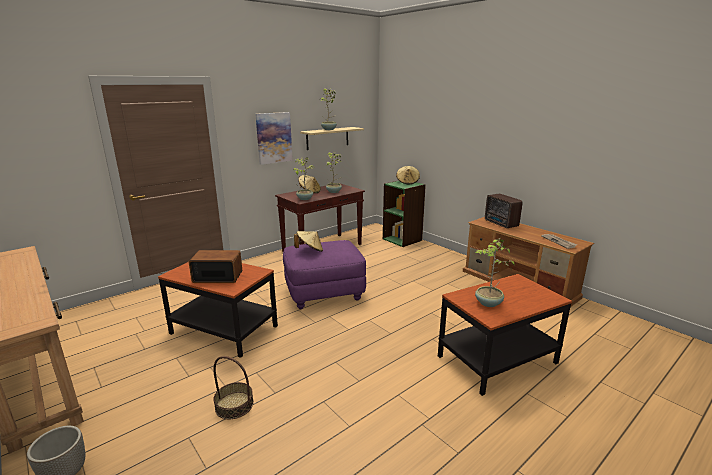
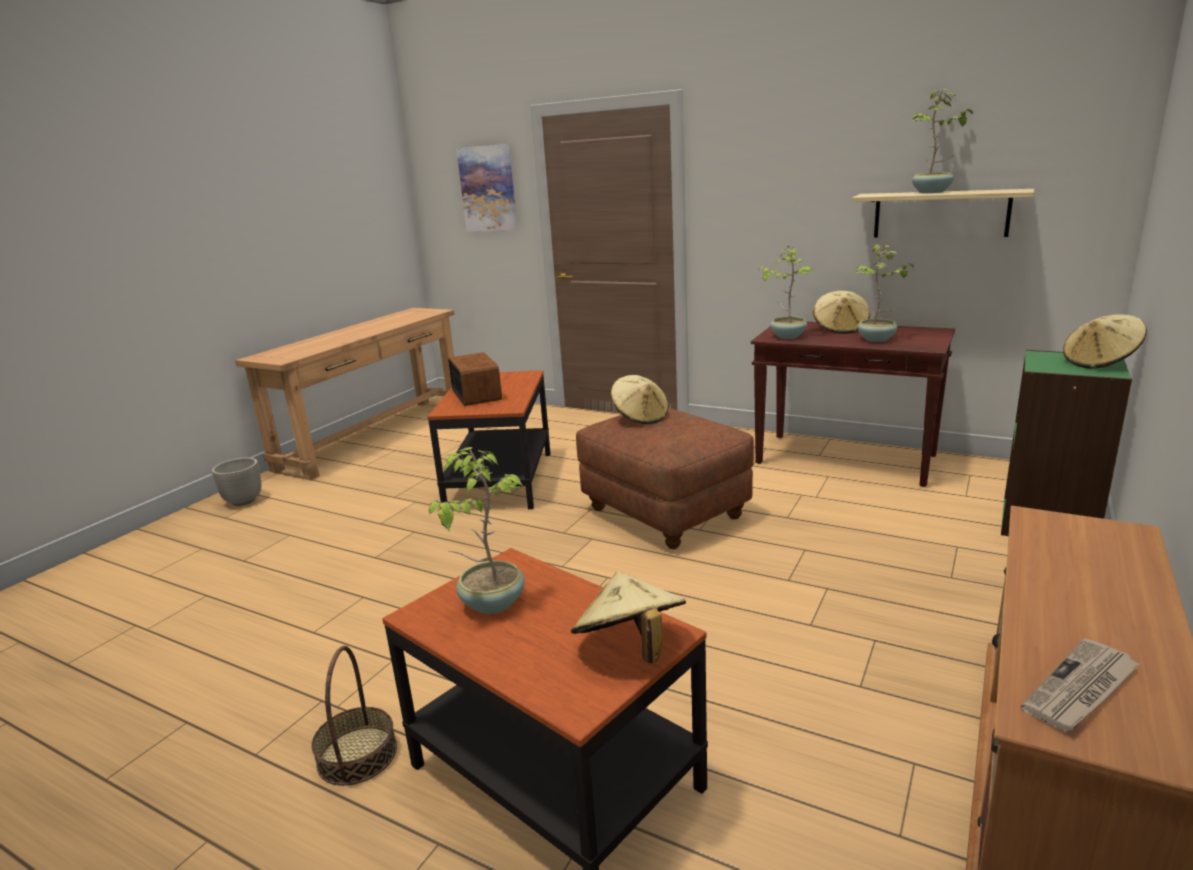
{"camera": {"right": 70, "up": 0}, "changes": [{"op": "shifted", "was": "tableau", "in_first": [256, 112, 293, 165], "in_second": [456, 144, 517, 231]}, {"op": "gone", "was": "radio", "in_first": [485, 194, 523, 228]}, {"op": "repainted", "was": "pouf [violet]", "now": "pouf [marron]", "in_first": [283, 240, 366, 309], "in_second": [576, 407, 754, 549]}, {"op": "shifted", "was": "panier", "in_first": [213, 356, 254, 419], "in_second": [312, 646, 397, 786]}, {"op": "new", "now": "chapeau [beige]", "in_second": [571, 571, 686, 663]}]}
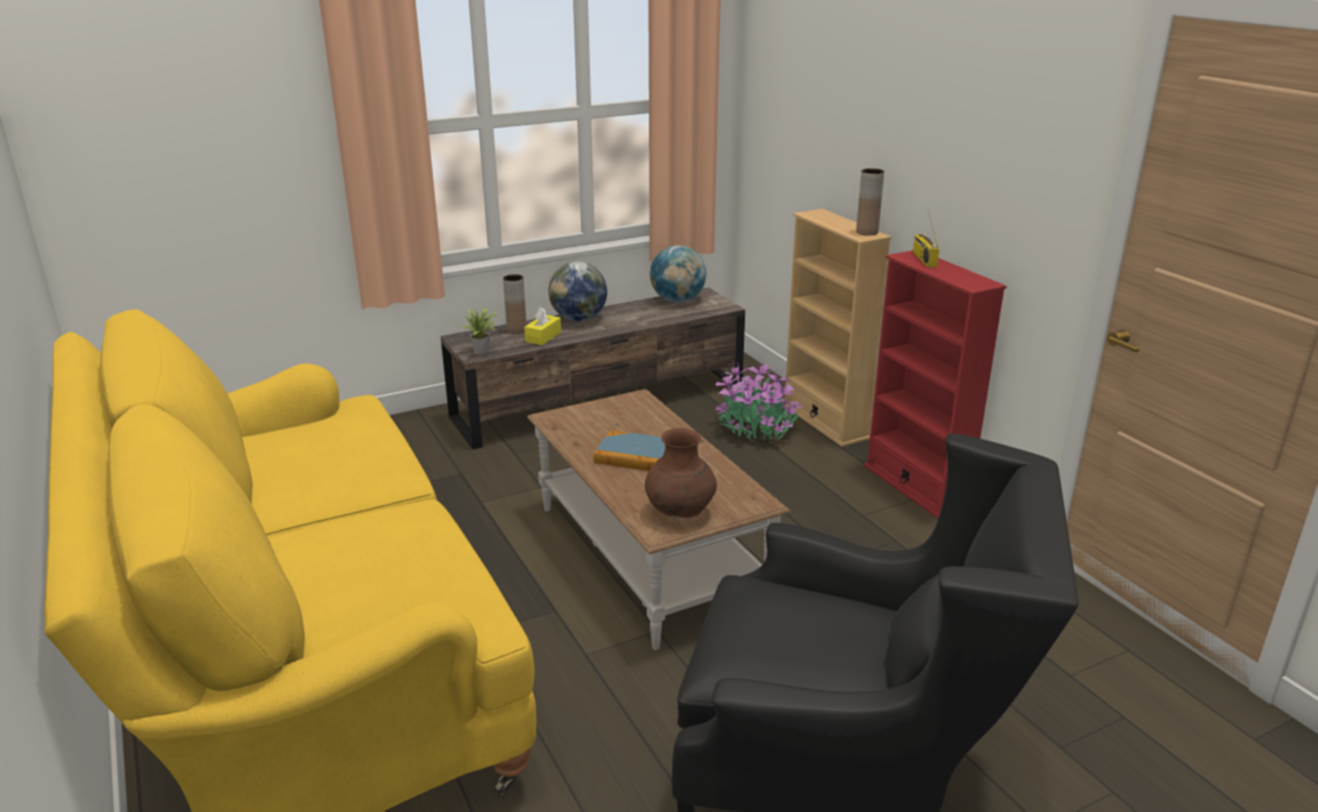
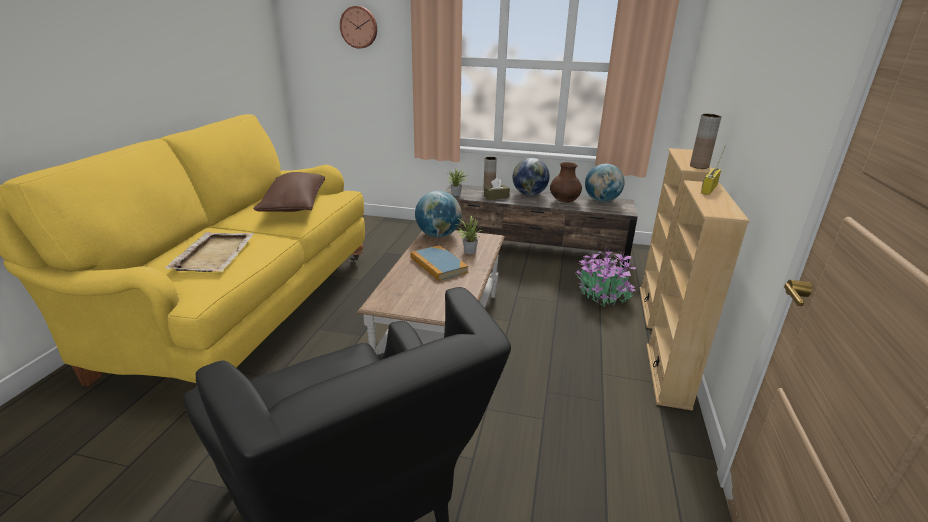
{"camera": {"right": 40, "up": 0}, "changes": [{"op": "repainted", "was": "bibliothèque [rouge]", "now": "bibliothèque [beige]", "in_first": [864, 250, 1007, 518], "in_second": [646, 180, 749, 411]}, {"op": "repainted", "was": "boîte à mouchoirs [jaune]", "now": "boîte à mouchoirs [marron]", "in_first": [524, 307, 561, 345], "in_second": [484, 178, 510, 200]}, {"op": "shifted", "was": "vase [marron]", "in_first": [645, 428, 717, 518], "in_second": [550, 162, 582, 203]}, {"op": "new", "now": "horloge murale", "in_second": [340, 6, 377, 48]}, {"op": "new", "now": "coussin [marron]", "in_second": [254, 172, 325, 212]}, {"op": "new", "now": "globe", "in_second": [415, 191, 462, 237]}, {"op": "new", "now": "plante en pot", "in_second": [455, 215, 484, 254]}, {"op": "new", "now": "plateau [beige]", "in_second": [165, 232, 254, 272]}]}
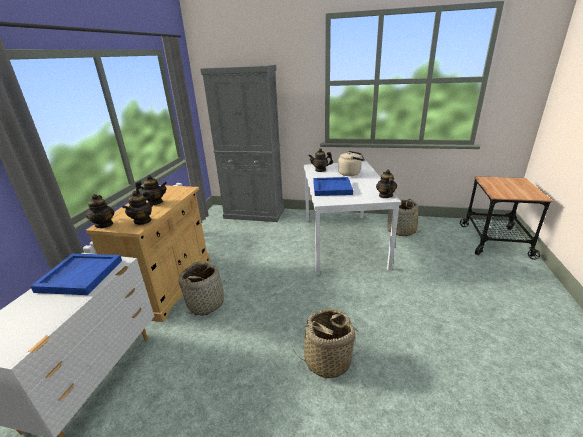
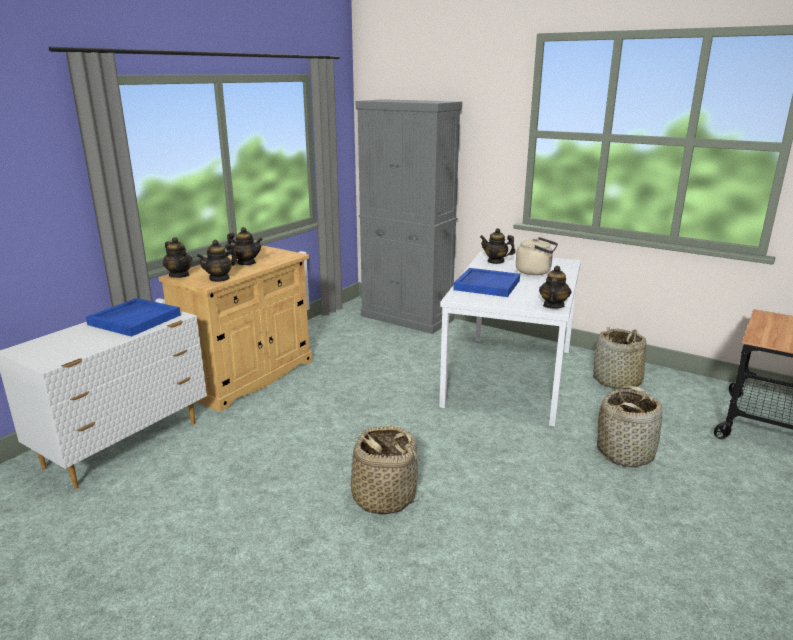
{"camera": {"right": 20, "up": -5}, "changes": [{"op": "rotated", "was": "théière", "in_first": [86, 194, 114, 228], "in_second": [163, 237, 192, 278], "clockwise": -45}, {"op": "shifted", "was": "panier", "in_first": [178, 261, 226, 316], "in_second": [597, 386, 662, 468]}]}
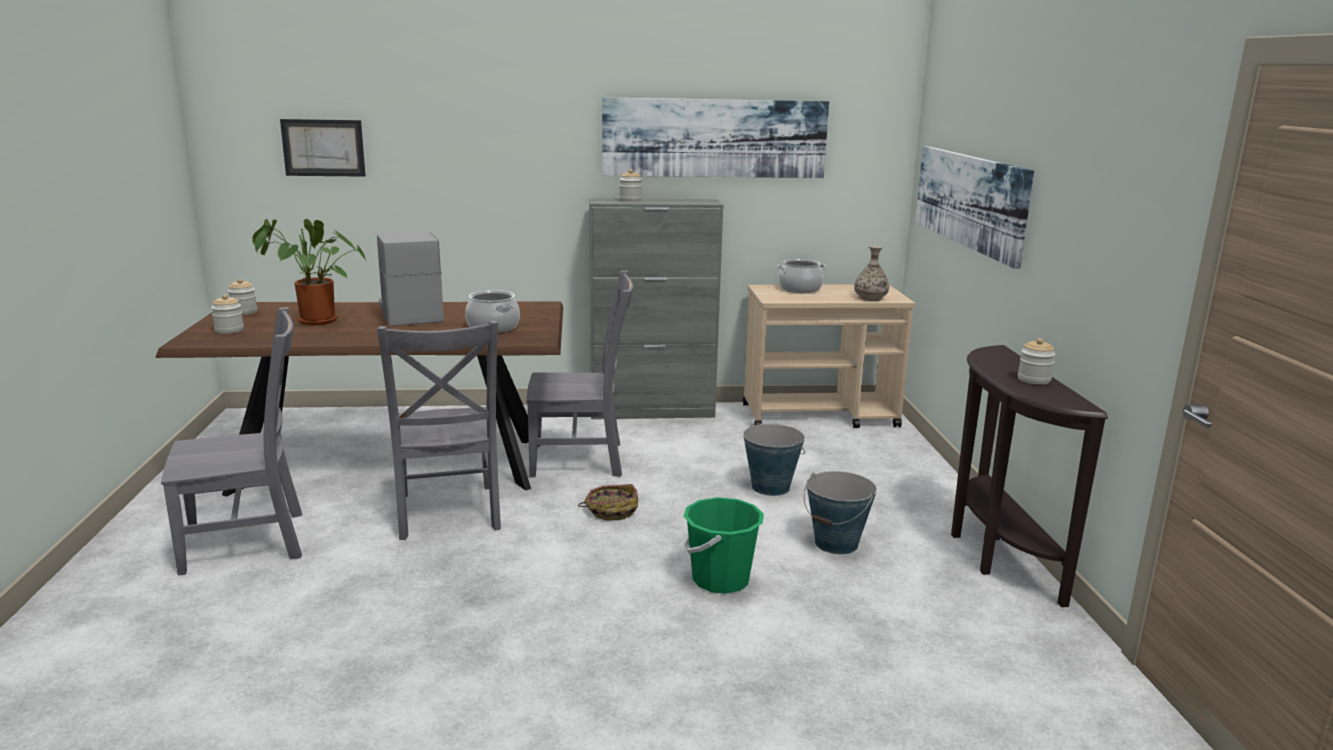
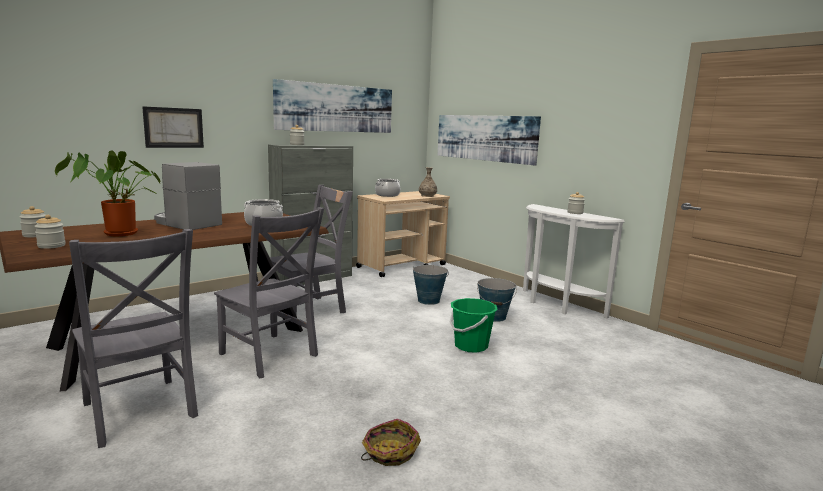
{"camera": {"right": -35, "up": -5}, "changes": [{"op": "shifted", "was": "tableau", "in_first": [280, 119, 365, 177], "in_second": [142, 106, 204, 148]}, {"op": "rotated", "was": "chaise [gris]", "in_first": [161, 307, 302, 576], "in_second": [69, 229, 198, 448], "clockwise": 105}, {"op": "repainted", "was": "table console [marron]", "now": "table console [blanc]", "in_first": [951, 345, 1108, 607], "in_second": [523, 204, 625, 318]}, {"op": "shifted", "was": "panier", "in_first": [578, 484, 638, 521], "in_second": [361, 419, 421, 466]}]}
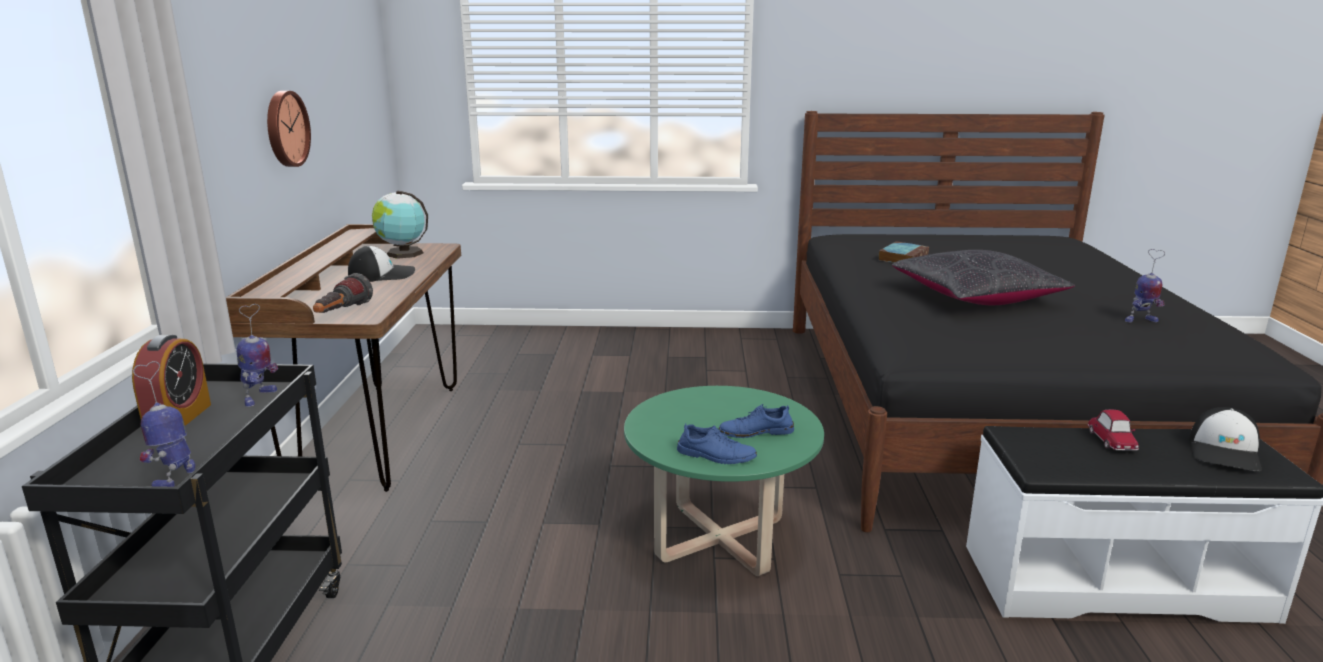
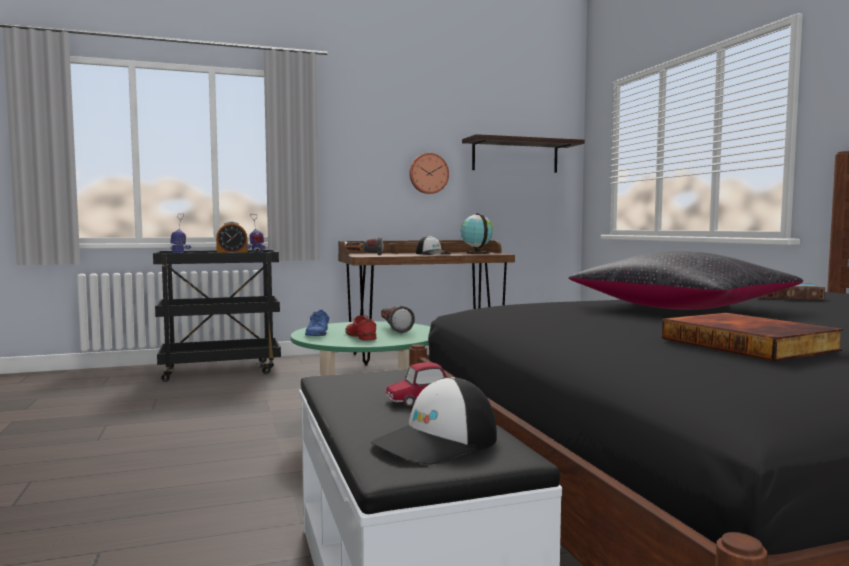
{"camera": {"right": 70, "up": -15}, "changes": [{"op": "swapped", "was": "robot jouet", "now": "livre", "in_first": [1125, 249, 1165, 322], "in_second": [662, 313, 843, 361]}, {"op": "repainted", "was": "chaussure [bleu]", "now": "chaussure [rouge]", "in_first": [719, 404, 794, 438], "in_second": [345, 315, 377, 341]}, {"op": "rotated", "was": "casquette", "in_first": [1189, 407, 1262, 471], "in_second": [371, 377, 497, 465], "clockwise": -45}, {"op": "new", "now": "étagère", "in_second": [462, 134, 585, 173]}, {"op": "new", "now": "lampe de poche", "in_second": [381, 306, 415, 333]}]}
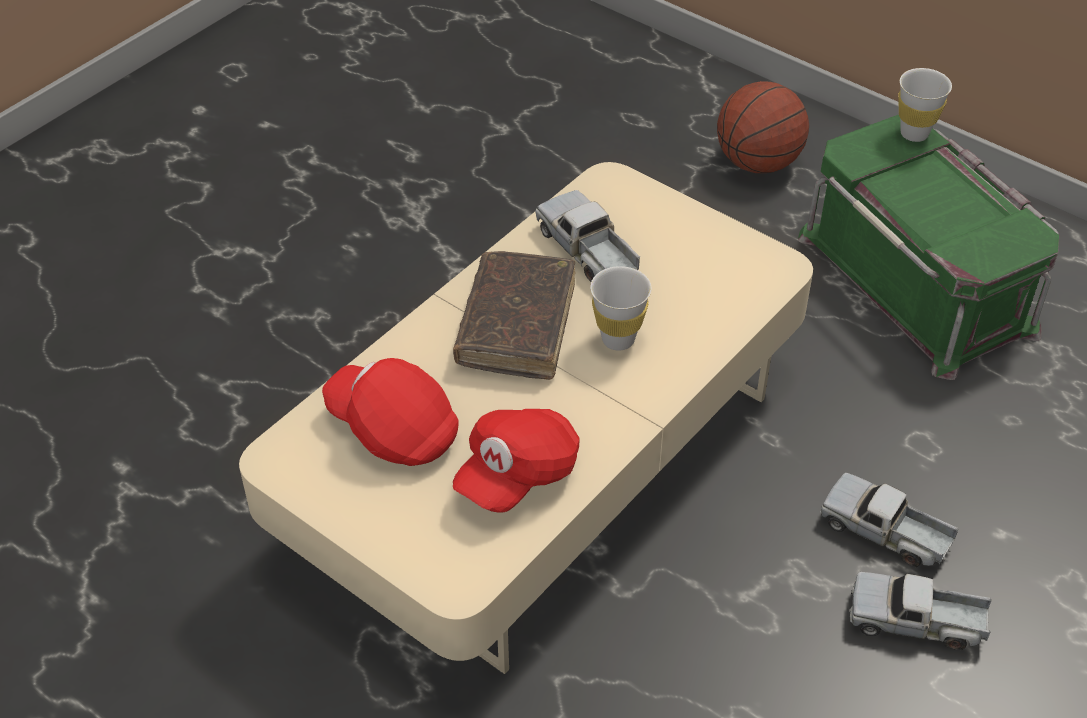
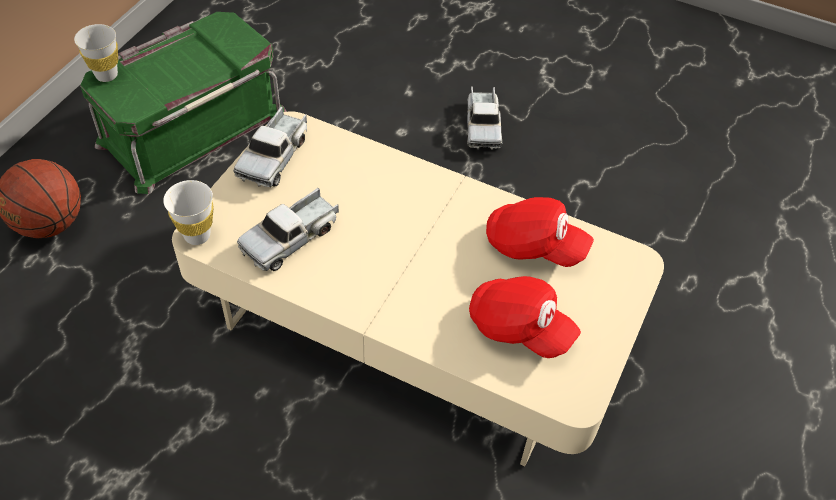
{"camera": {"right": -105, "up": 5}, "changes": [{"op": "gone", "was": "livre [marron]", "in_first": [453, 251, 576, 380]}, {"op": "shifted", "was": "tasse [blanc]", "in_first": [590, 266, 652, 351], "in_second": [163, 180, 213, 245]}, {"op": "rotated", "was": "casquette [rouge]", "in_first": [322, 358, 459, 466], "in_second": [469, 276, 581, 358], "clockwise": -75}, {"op": "shifted", "was": "camion jouet", "in_first": [820, 473, 958, 567], "in_second": [233, 106, 307, 187]}]}
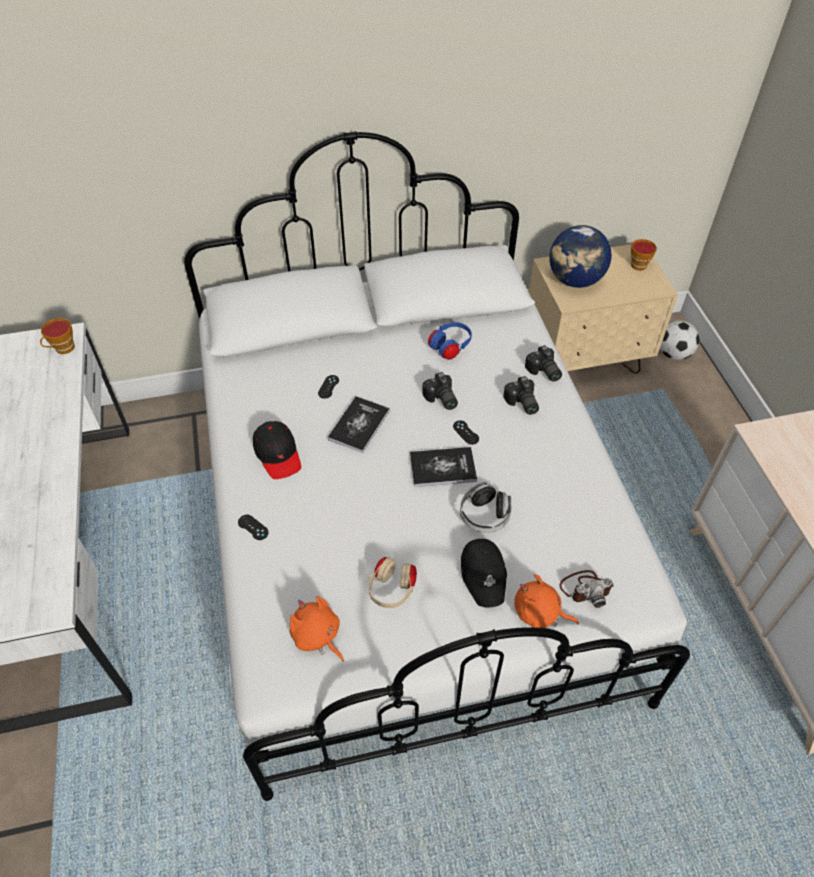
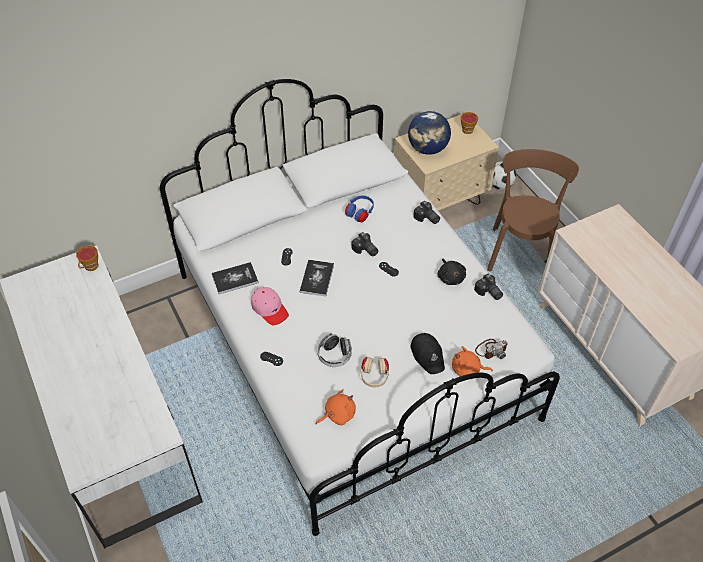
{"camera": {"right": -15, "up": 0}, "changes": [{"op": "shifted", "was": "appareil photo", "in_first": [503, 376, 539, 415], "in_second": [474, 274, 503, 300]}, {"op": "repainted", "was": "casquette [noir]", "now": "casquette [rose]", "in_first": [253, 421, 301, 479], "in_second": [251, 287, 289, 326]}, {"op": "shifted", "was": "livre", "in_first": [410, 447, 477, 487], "in_second": [212, 262, 258, 294]}, {"op": "shifted", "was": "casque audio", "in_first": [460, 482, 511, 533], "in_second": [318, 334, 352, 367]}, {"op": "rotated", "was": "peluche [orange]", "in_first": [290, 596, 344, 662], "in_second": [315, 389, 356, 425], "clockwise": 120}, {"op": "new", "now": "chaise [marron]", "in_second": [487, 149, 579, 271]}, {"op": "new", "now": "peluche [noir]", "in_second": [437, 259, 466, 285]}]}
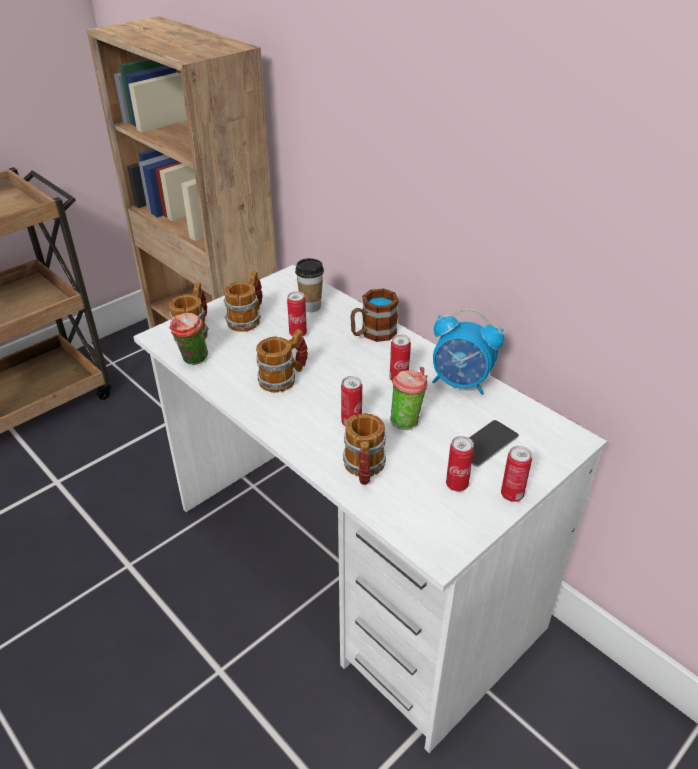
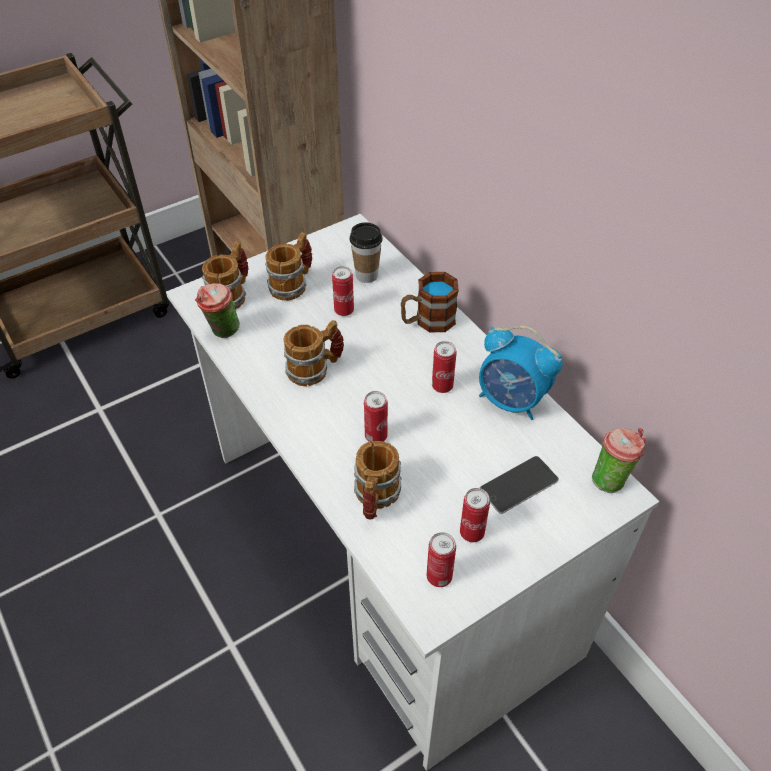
{"camera": {"right": 10, "up": 10}, "changes": [{"op": "shifted", "was": "tasse", "in_first": [390, 367, 428, 430], "in_second": [592, 428, 646, 493]}, {"op": "shifted", "was": "boîte métallique", "in_first": [501, 446, 532, 502], "in_second": [427, 532, 456, 587]}]}
